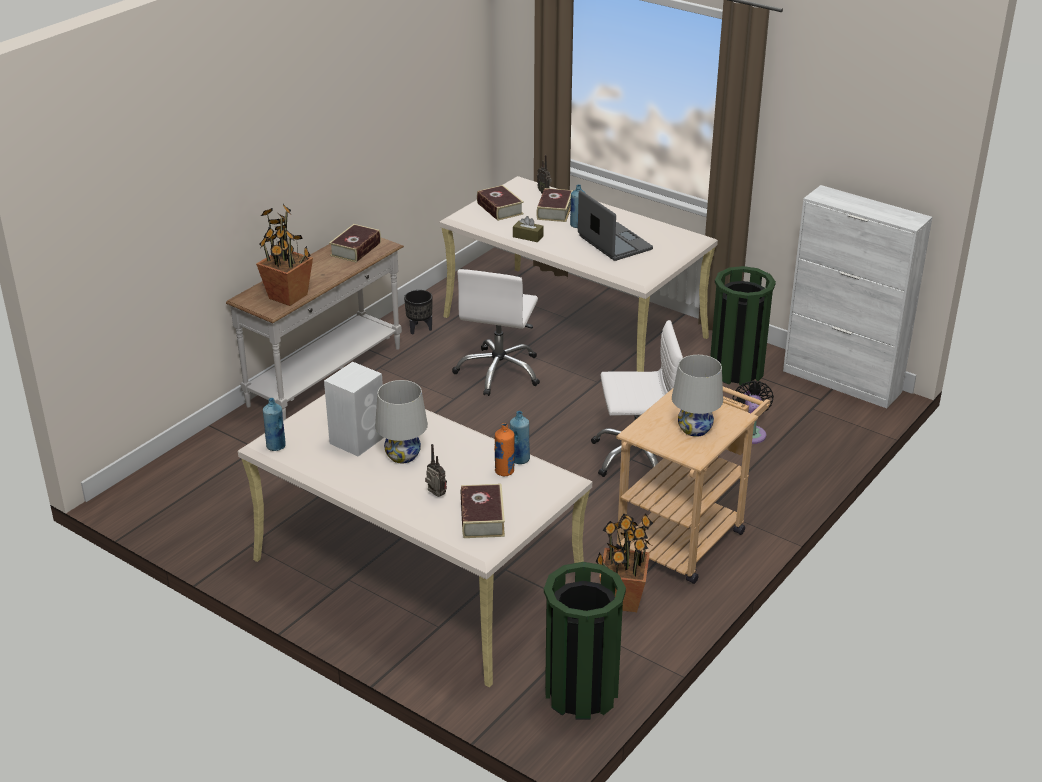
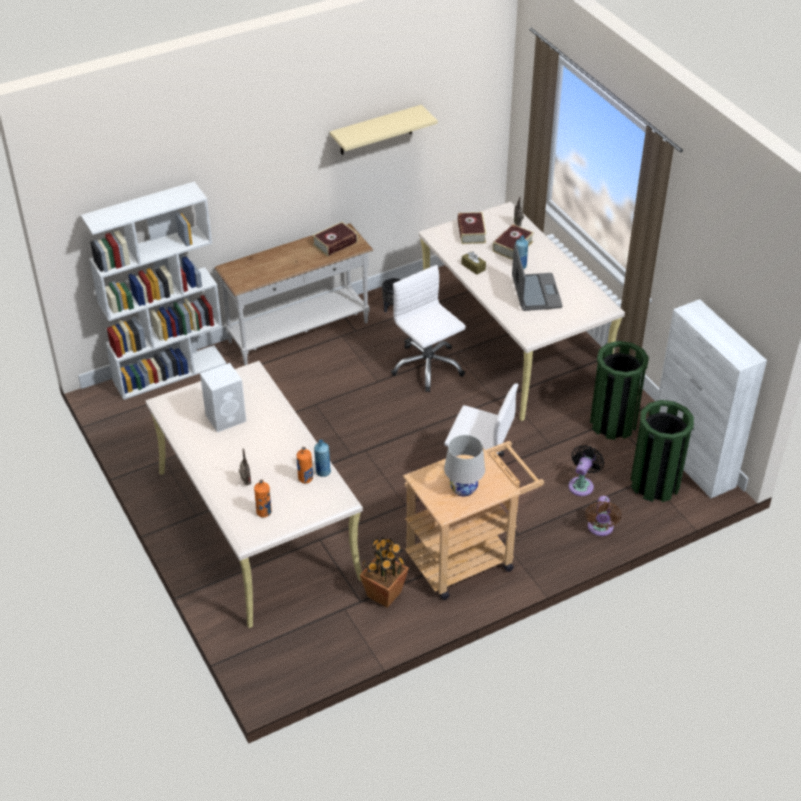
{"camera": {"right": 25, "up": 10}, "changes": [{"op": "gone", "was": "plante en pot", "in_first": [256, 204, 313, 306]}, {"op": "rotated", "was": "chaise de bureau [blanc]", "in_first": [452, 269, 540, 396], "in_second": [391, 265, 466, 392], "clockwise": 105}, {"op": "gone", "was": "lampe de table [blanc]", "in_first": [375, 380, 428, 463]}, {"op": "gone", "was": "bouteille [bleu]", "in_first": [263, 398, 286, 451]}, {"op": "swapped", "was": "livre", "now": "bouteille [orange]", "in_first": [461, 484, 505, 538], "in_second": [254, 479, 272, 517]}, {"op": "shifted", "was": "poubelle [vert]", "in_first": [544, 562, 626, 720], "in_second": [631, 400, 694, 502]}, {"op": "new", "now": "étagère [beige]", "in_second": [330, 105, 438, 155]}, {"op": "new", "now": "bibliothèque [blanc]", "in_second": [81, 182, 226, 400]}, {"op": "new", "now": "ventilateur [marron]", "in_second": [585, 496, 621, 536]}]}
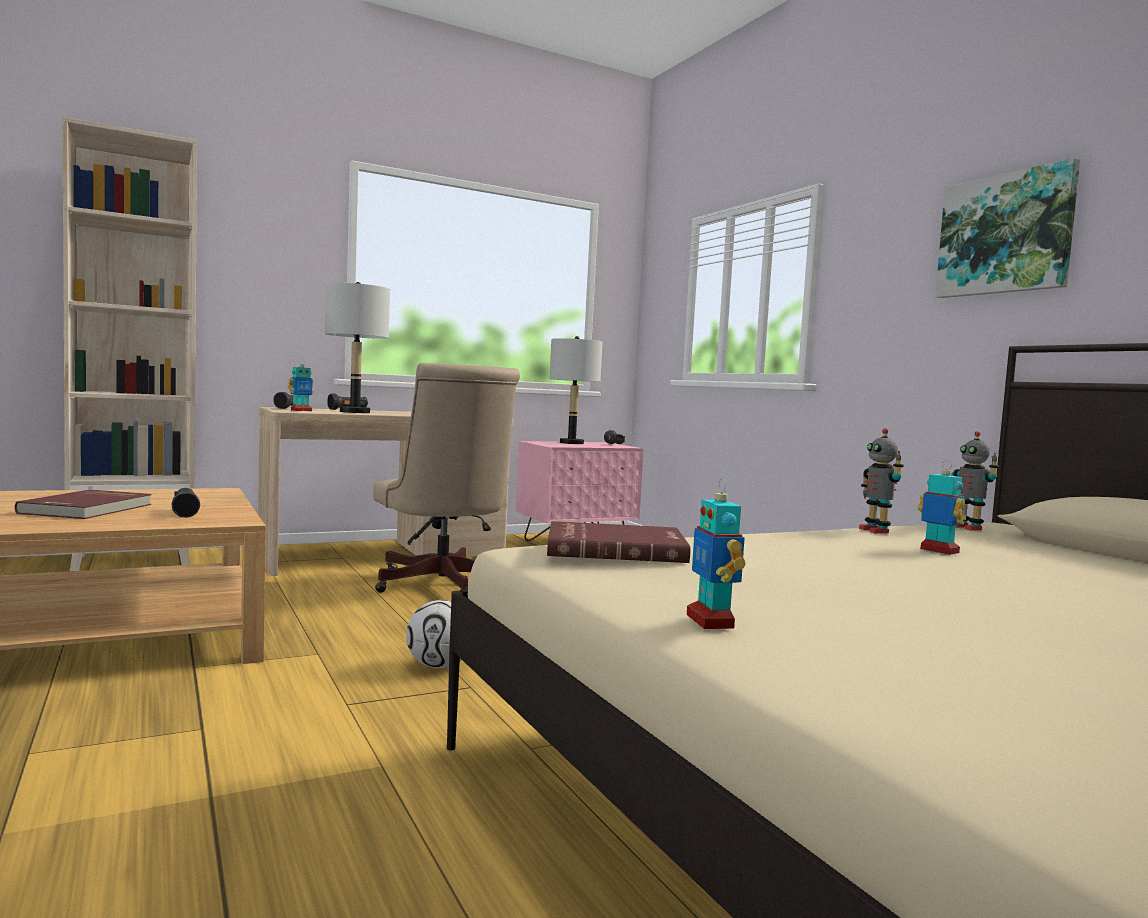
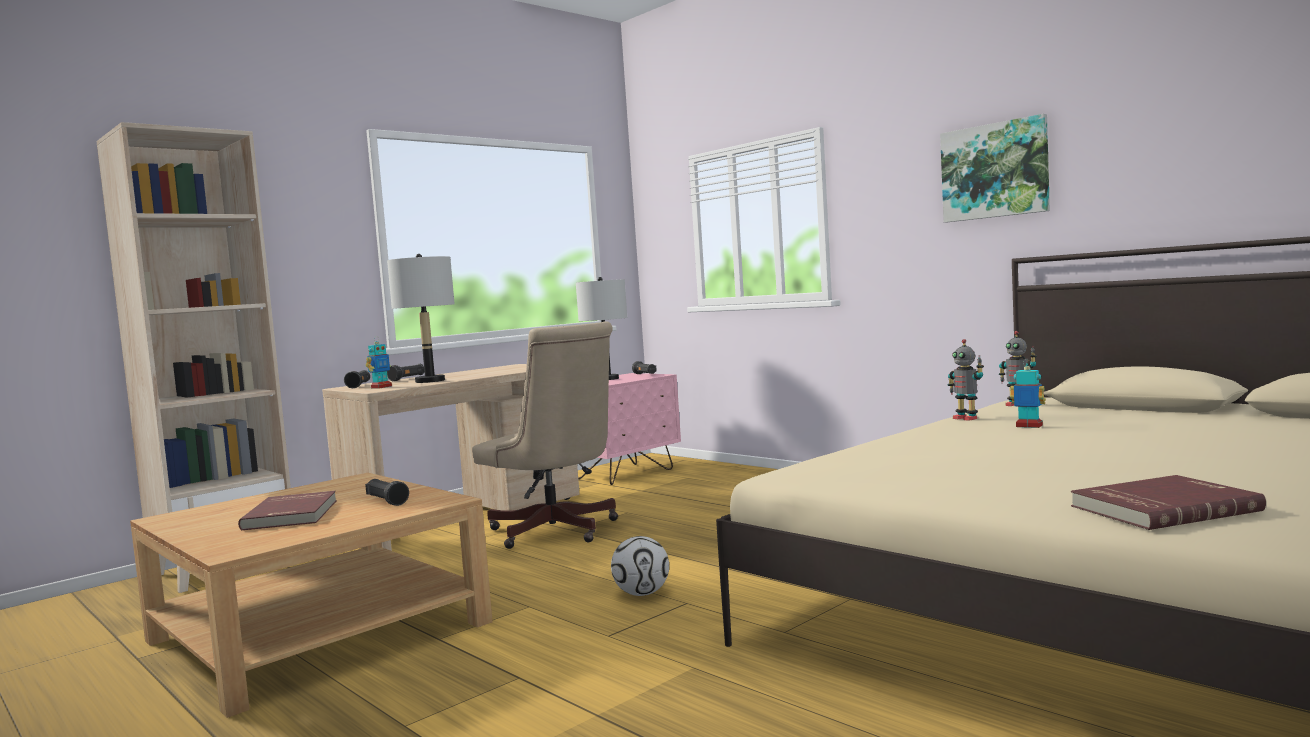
{"camera": {"right": -15, "up": 0}, "changes": [{"op": "gone", "was": "robot jouet", "in_first": [687, 478, 745, 629]}, {"op": "shifted", "was": "livre [rouge]", "in_first": [547, 521, 690, 563], "in_second": [1071, 475, 1266, 530]}]}
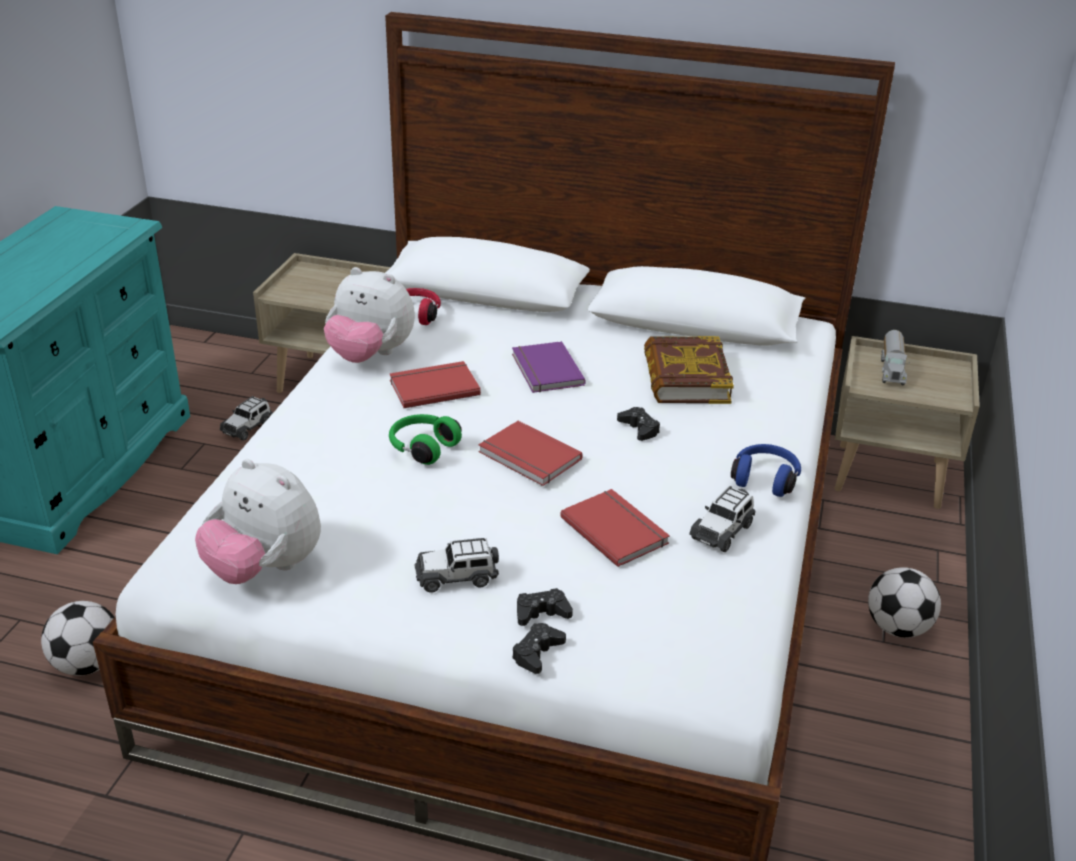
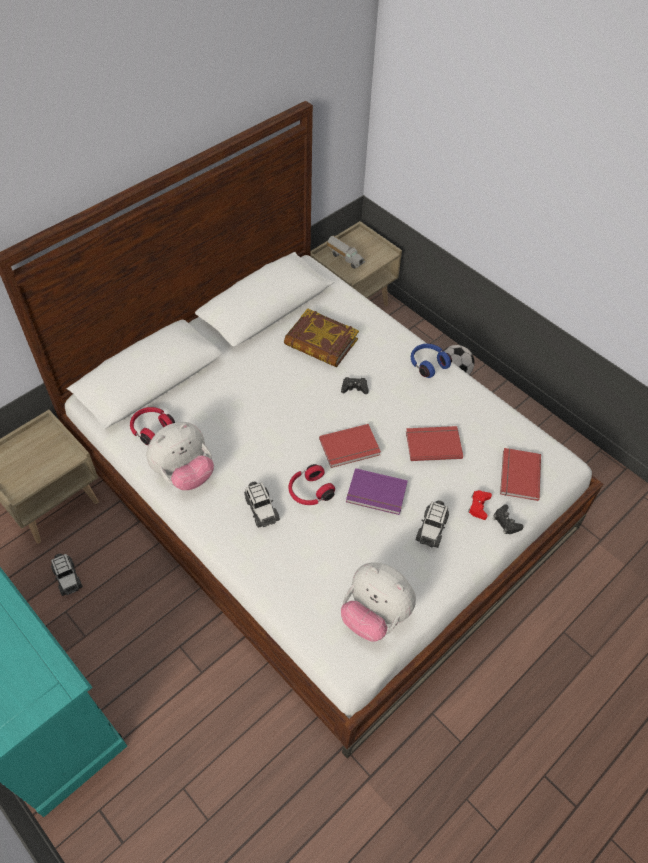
{"camera": {"right": -60, "up": 20}, "changes": [{"op": "shifted", "was": "livre [violet]", "in_first": [512, 341, 586, 393], "in_second": [346, 468, 408, 515]}, {"op": "shifted", "was": "livre [rouge]", "in_first": [390, 361, 481, 408], "in_second": [500, 448, 541, 501]}, {"op": "repainted", "was": "casque audio [vert]", "now": "casque audio [rouge]", "in_first": [389, 414, 462, 465], "in_second": [288, 464, 335, 505]}, {"op": "rotated", "was": "peluche", "in_first": [195, 459, 321, 584], "in_second": [341, 562, 416, 641], "clockwise": 60}, {"op": "shifted", "was": "petite voiture", "in_first": [689, 486, 756, 552], "in_second": [244, 482, 280, 528]}, {"op": "repainted", "was": "manette [noir]", "now": "manette [rouge]", "in_first": [517, 588, 573, 626], "in_second": [468, 490, 492, 520]}, {"op": "gone", "was": "ballon de foot", "in_first": [41, 601, 114, 676]}]}
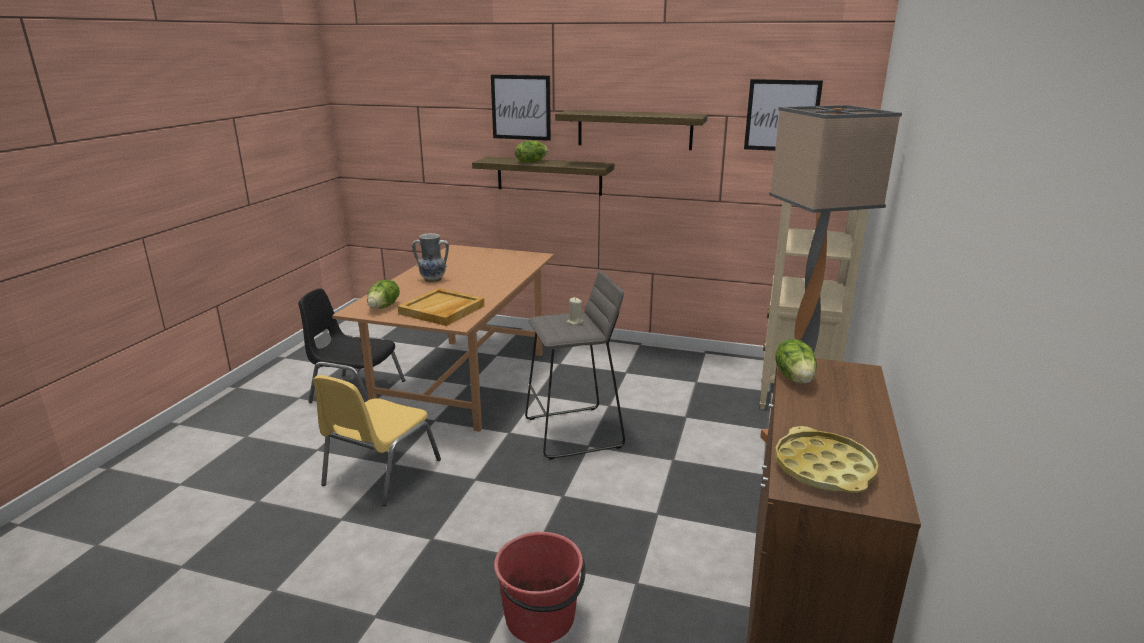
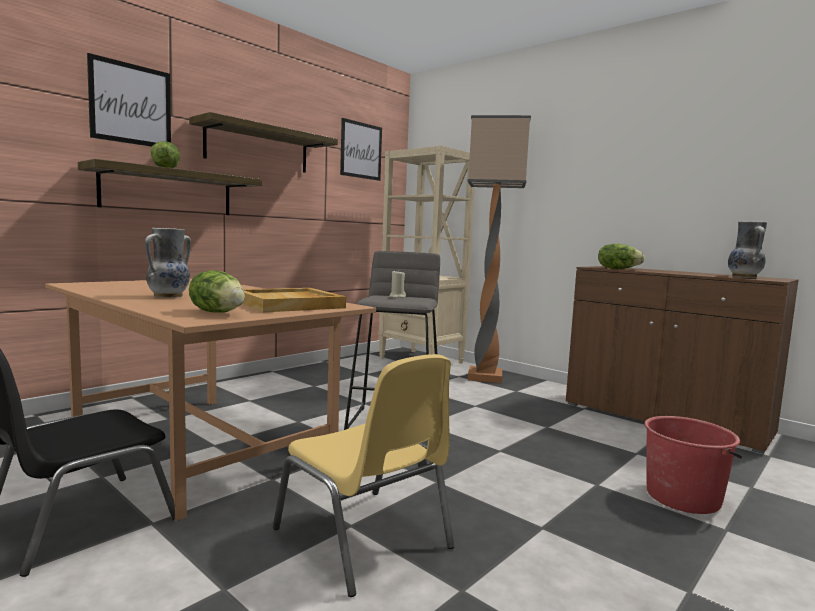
{"camera": {"right": -65, "up": -15}, "changes": [{"op": "swapped", "was": "plateau [jaune]", "now": "vase", "in_first": [775, 426, 879, 493], "in_second": [728, 221, 767, 278]}]}
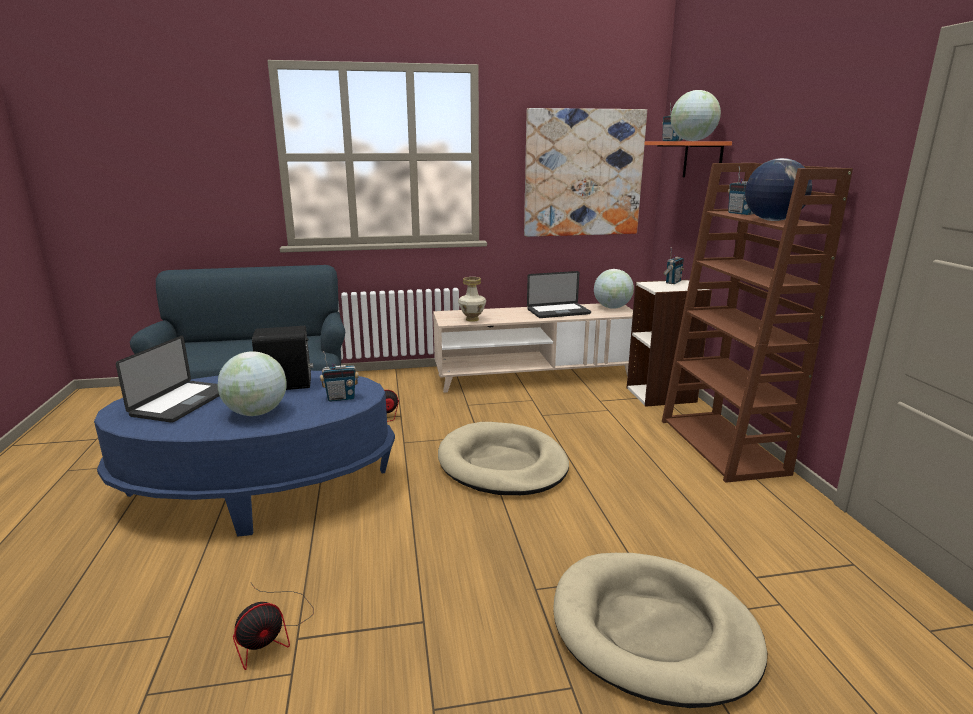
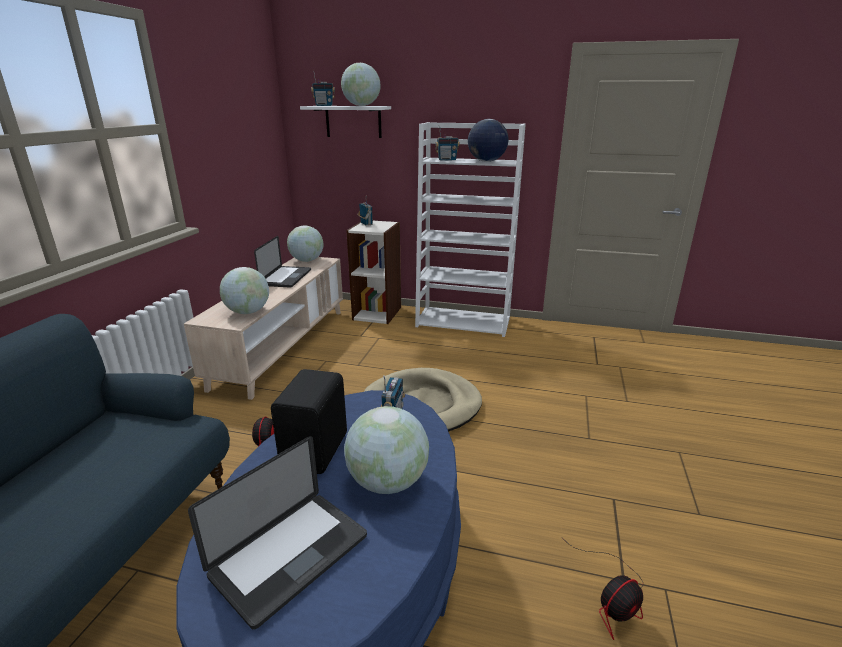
{"camera": {"right": -65, "up": 5}, "changes": [{"op": "gone", "was": "tableau", "in_first": [524, 108, 647, 237]}, {"op": "repainted", "was": "étagère [orange]", "now": "étagère [blanc]", "in_first": [644, 142, 732, 181], "in_second": [300, 106, 391, 138]}, {"op": "repainted", "was": "bibliothèque [marron]", "now": "bibliothèque [blanc]", "in_first": [662, 163, 853, 483], "in_second": [415, 122, 526, 337]}, {"op": "swapped", "was": "vase", "now": "globe", "in_first": [458, 277, 486, 322], "in_second": [220, 267, 269, 314]}, {"op": "rotated", "was": "ordinateur portable", "in_first": [116, 336, 219, 423], "in_second": [188, 436, 367, 629], "clockwise": 90}, {"op": "gone", "was": "panier pour chien [beige]", "in_first": [553, 553, 767, 708]}, {"op": "rotated", "was": "ventilateur", "in_first": [233, 583, 314, 670], "in_second": [569, 544, 643, 640], "clockwise": 75}]}
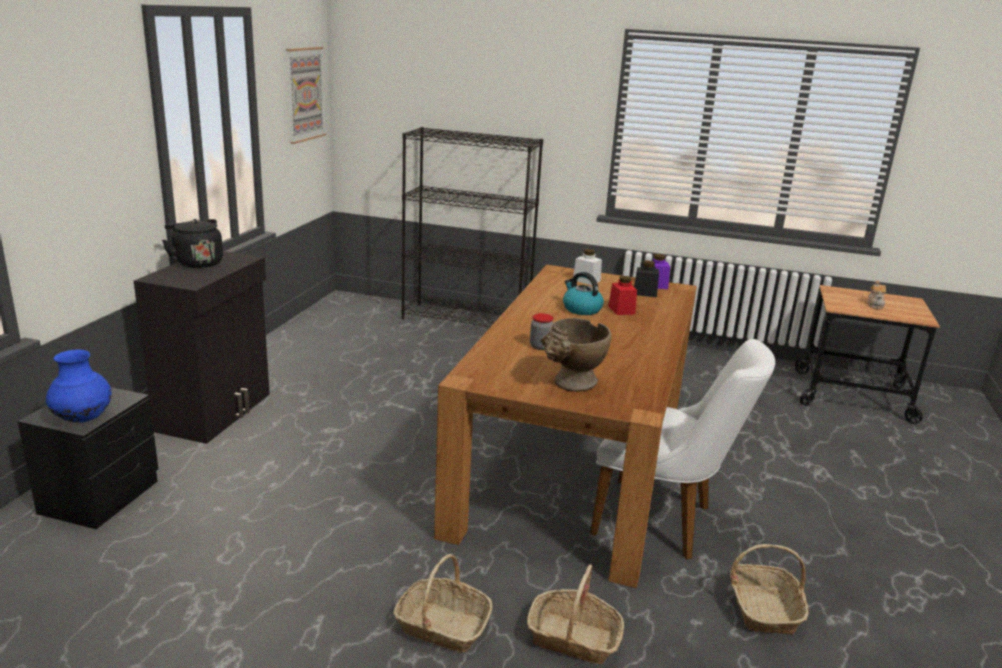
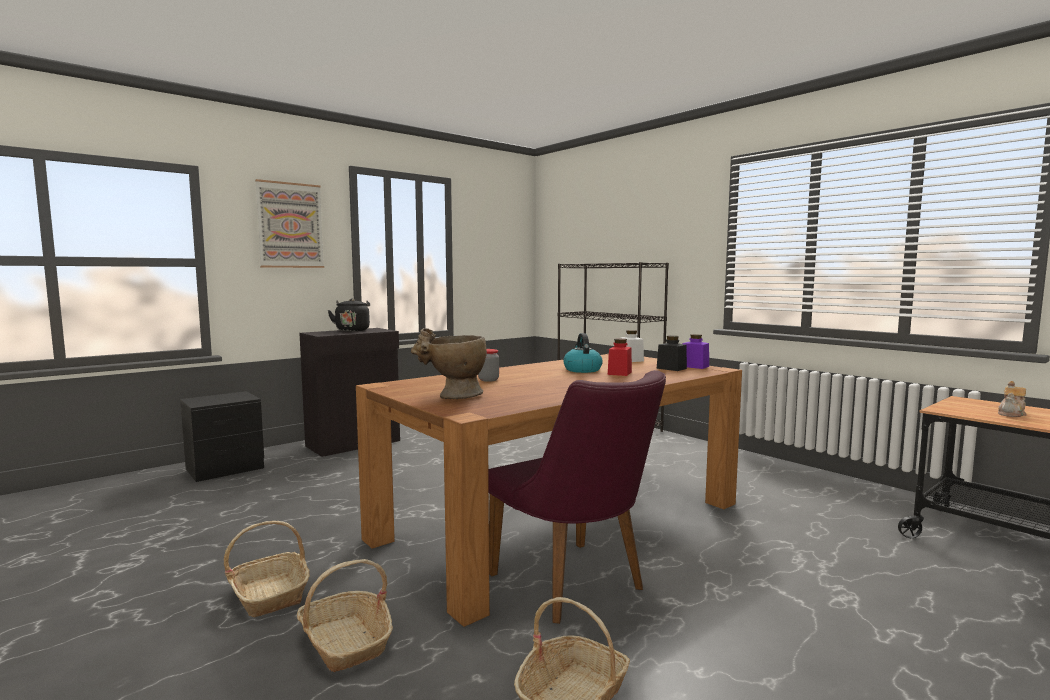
{"camera": {"right": 35, "up": -15}, "changes": [{"op": "shifted", "was": "tableau", "in_first": [286, 47, 326, 144], "in_second": [255, 179, 324, 268]}, {"op": "repainted", "was": "chaise [blanc]", "now": "chaise [violet]", "in_first": [590, 339, 775, 559], "in_second": [488, 370, 666, 624]}, {"op": "gone", "was": "vase [bleu]", "in_first": [46, 349, 112, 423]}]}
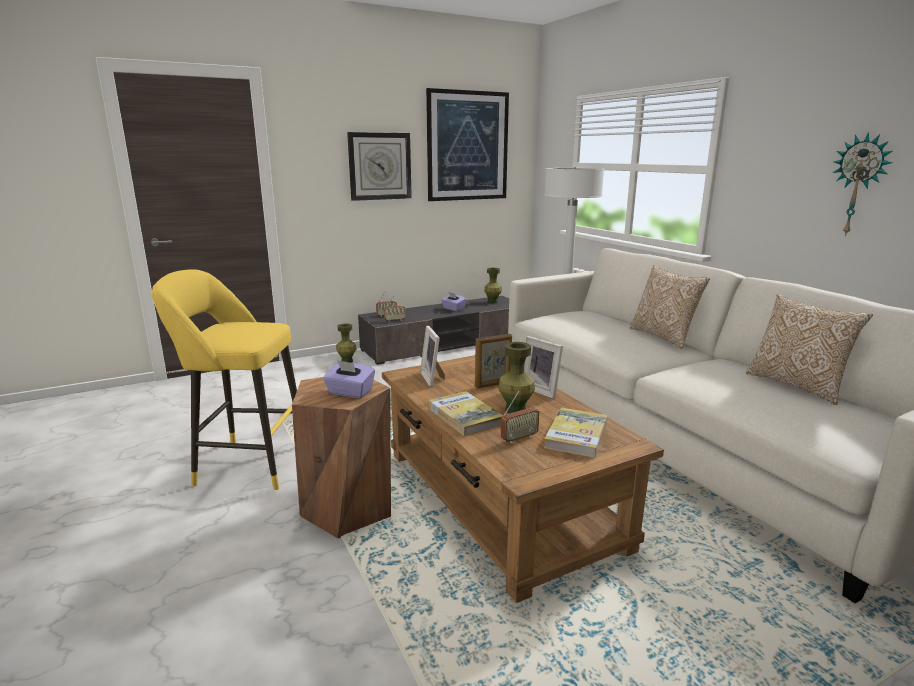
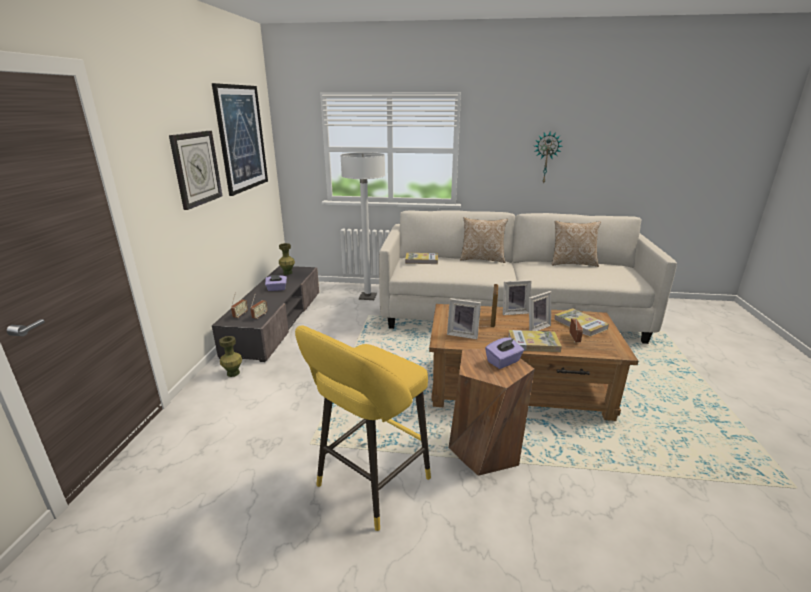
{"camera": {"right": -55, "up": 5}, "changes": [{"op": "swapped", "was": "vase [vert]", "now": "cadre photo", "in_first": [498, 342, 535, 413], "in_second": [529, 291, 551, 331]}, {"op": "new", "now": "livre", "in_second": [405, 253, 438, 264]}]}
